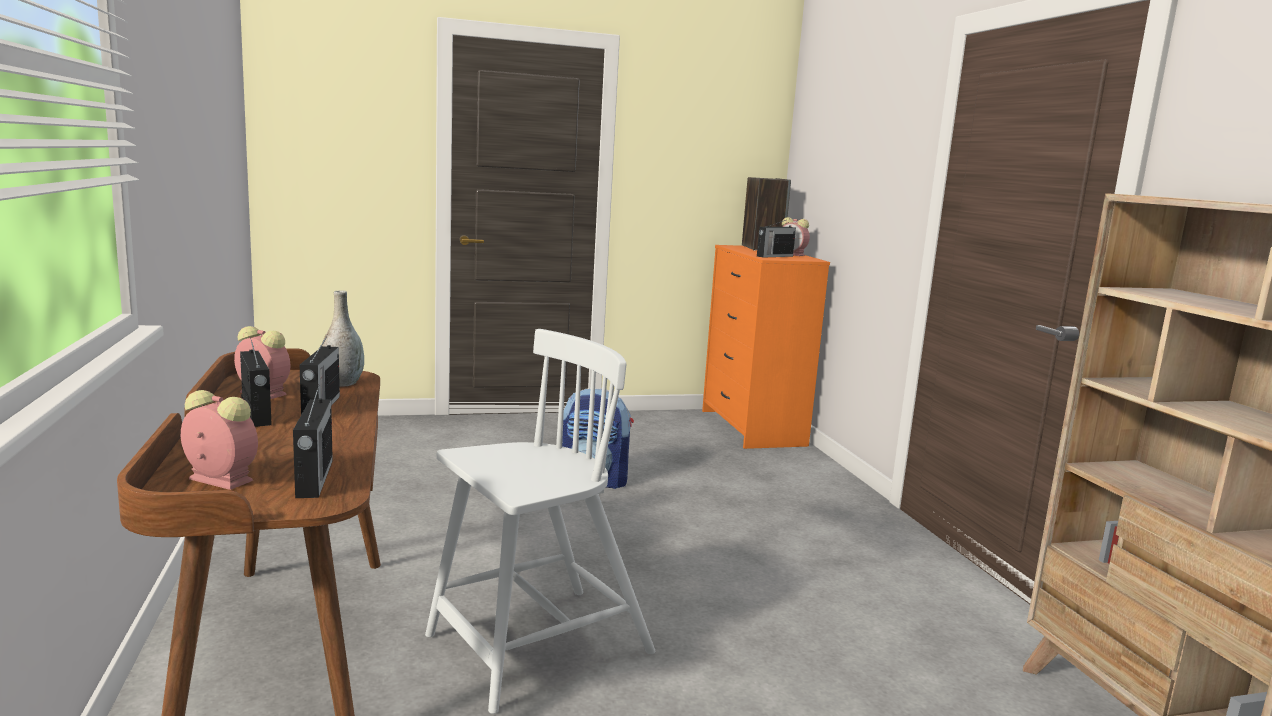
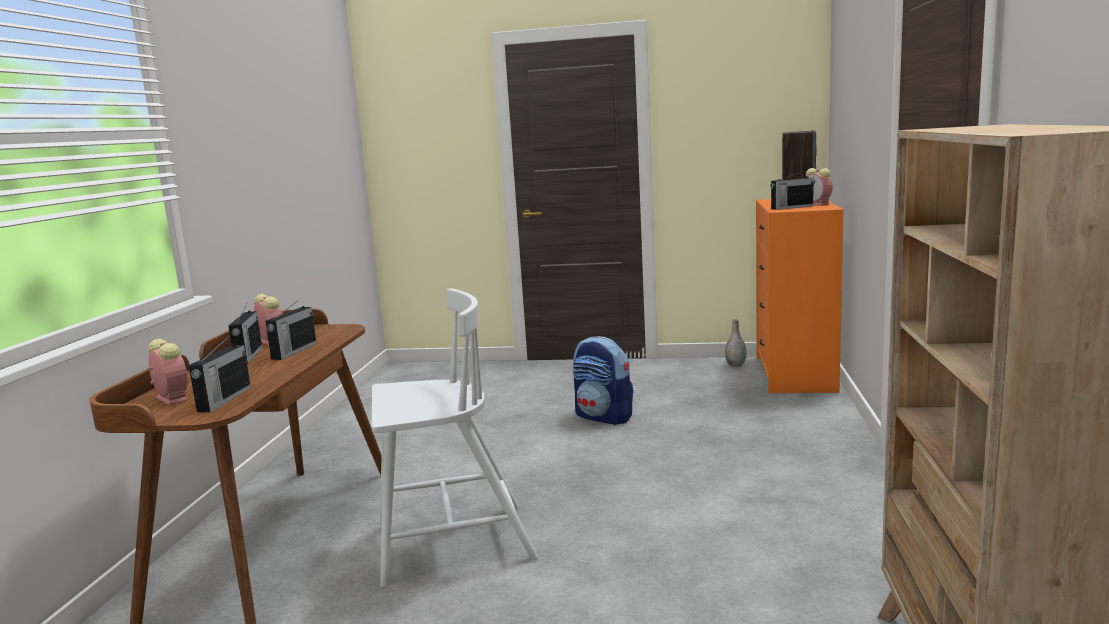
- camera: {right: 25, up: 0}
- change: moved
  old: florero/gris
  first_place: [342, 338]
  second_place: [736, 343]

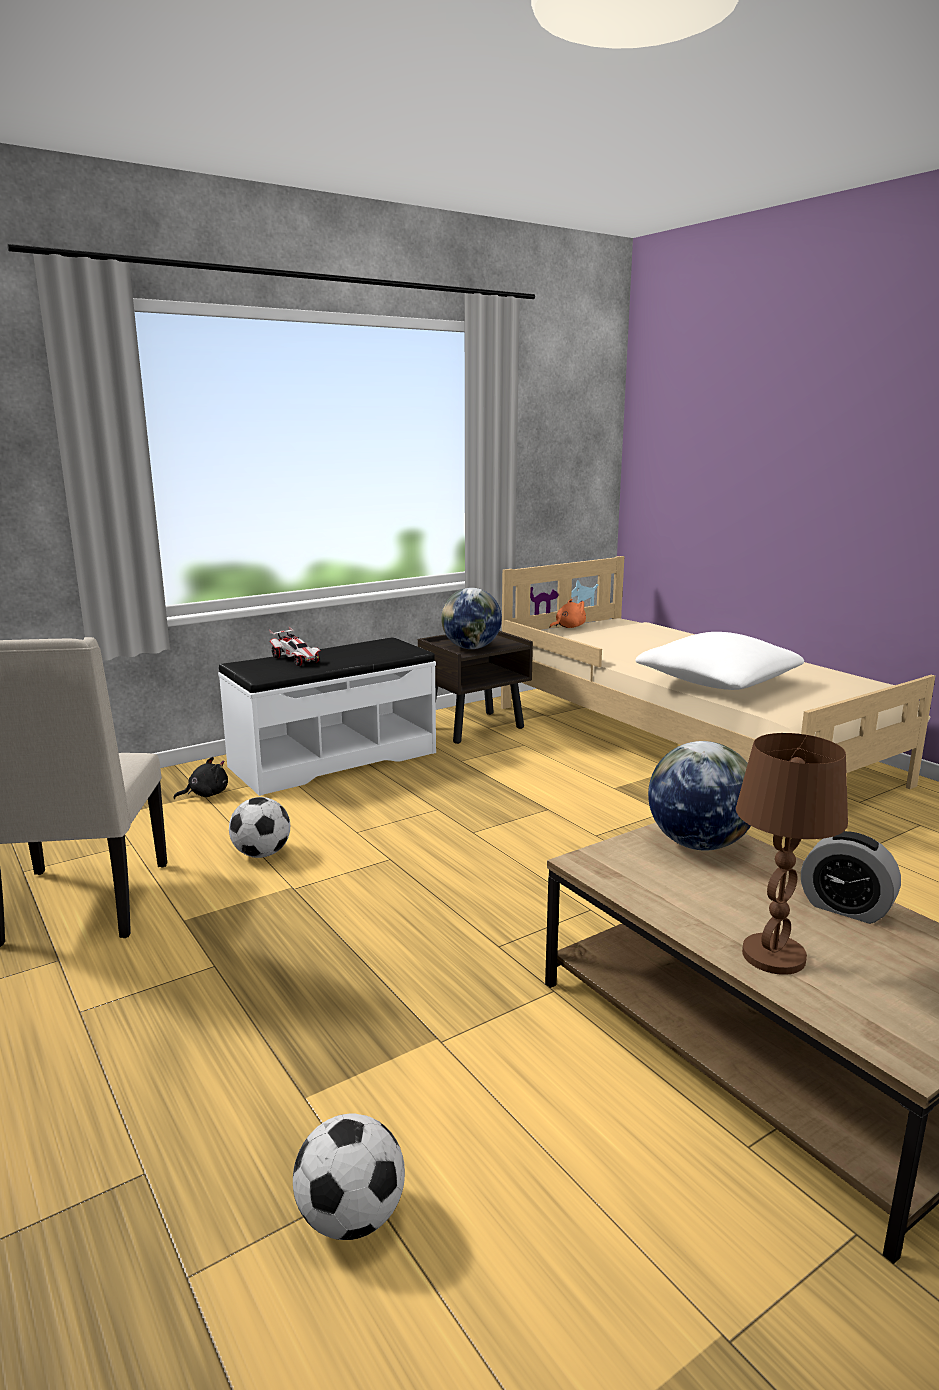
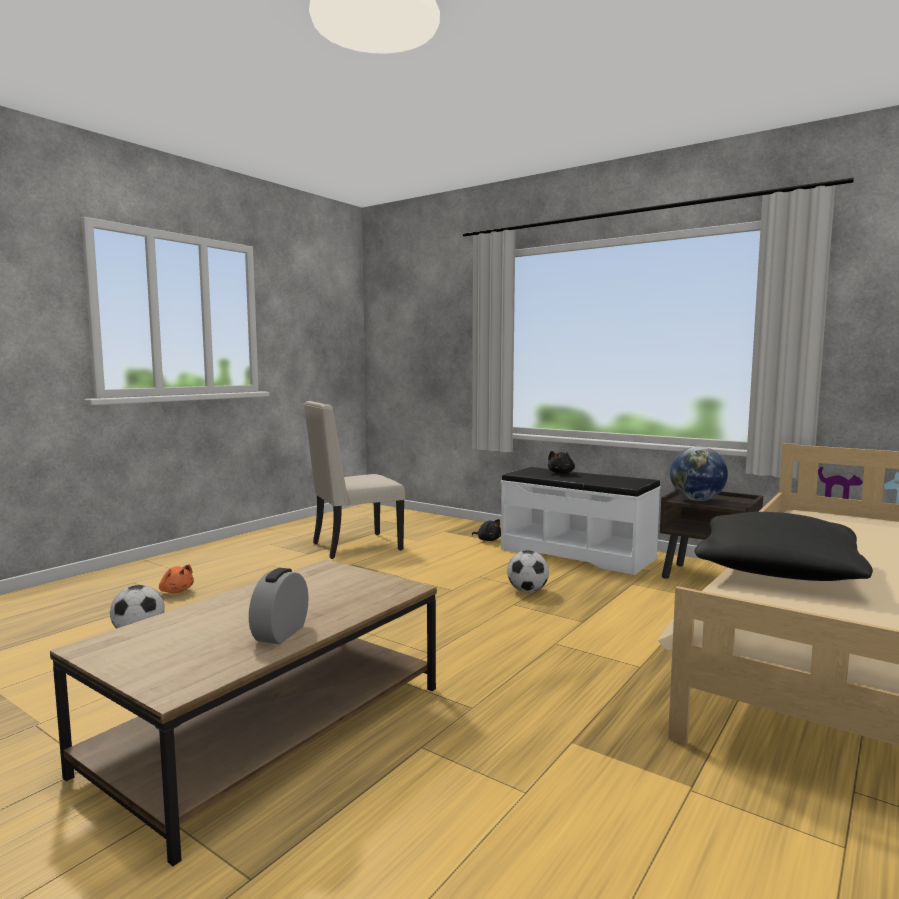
- camera: {right: 70, up: -10}
- change: moved
  old: balón de fútbol
  first_place: [259, 827]
  second_place: [528, 571]
- change: replaced
  old: coche de juguete
  new: peluche/negro
  first_place: [295, 646]
  second_place: [561, 462]
- change: moved
  old: peluche/naranja
  first_place: [567, 613]
  second_place: [176, 578]
- change: recoloured
  old: cojín/blanco
  new: cojín/negro
  first_place: [720, 661]
  second_place: [784, 546]
- change: removed
  old: globo terráqueo
  first_place: [699, 796]
- change: removed
  old: lámpara de mesa/marrón
  first_place: [792, 854]

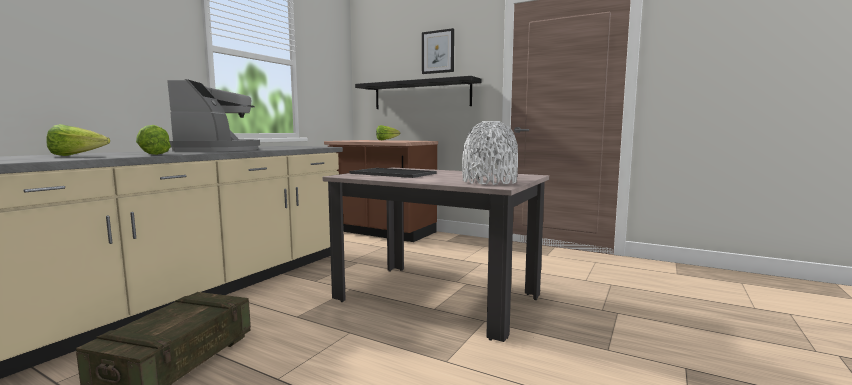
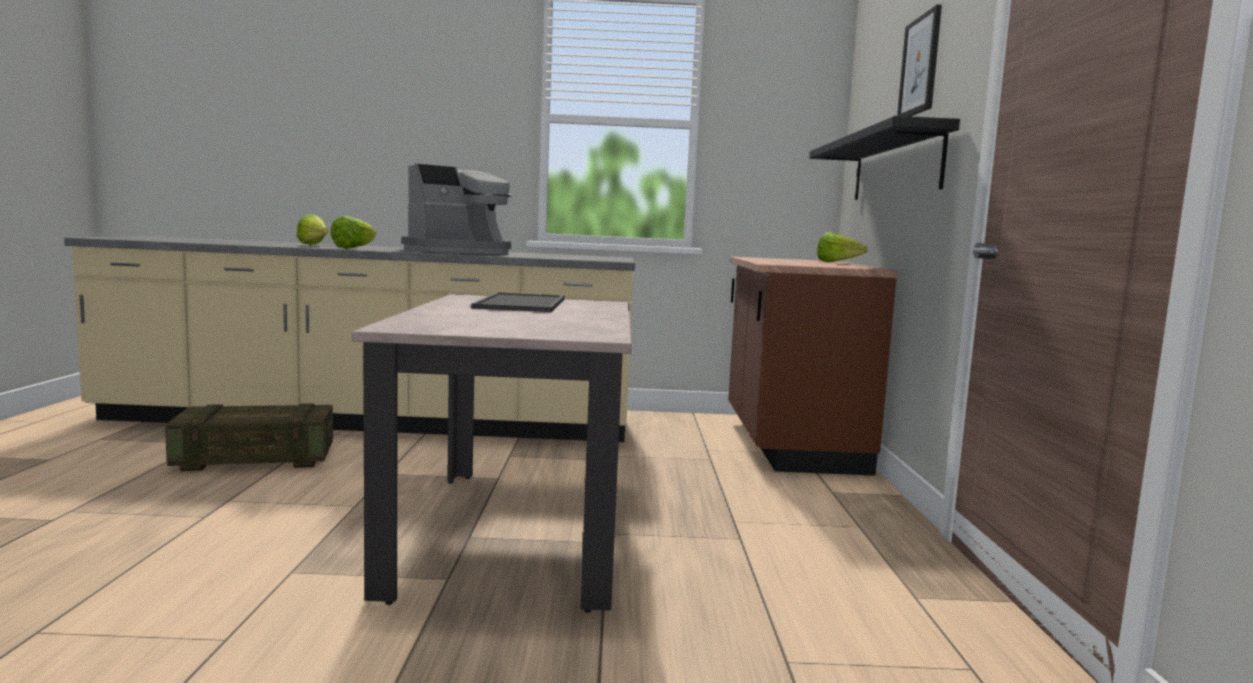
- camera: {right: 60, up: 0}
- change: removed
  old: florero/blanco
  first_place: [490, 153]

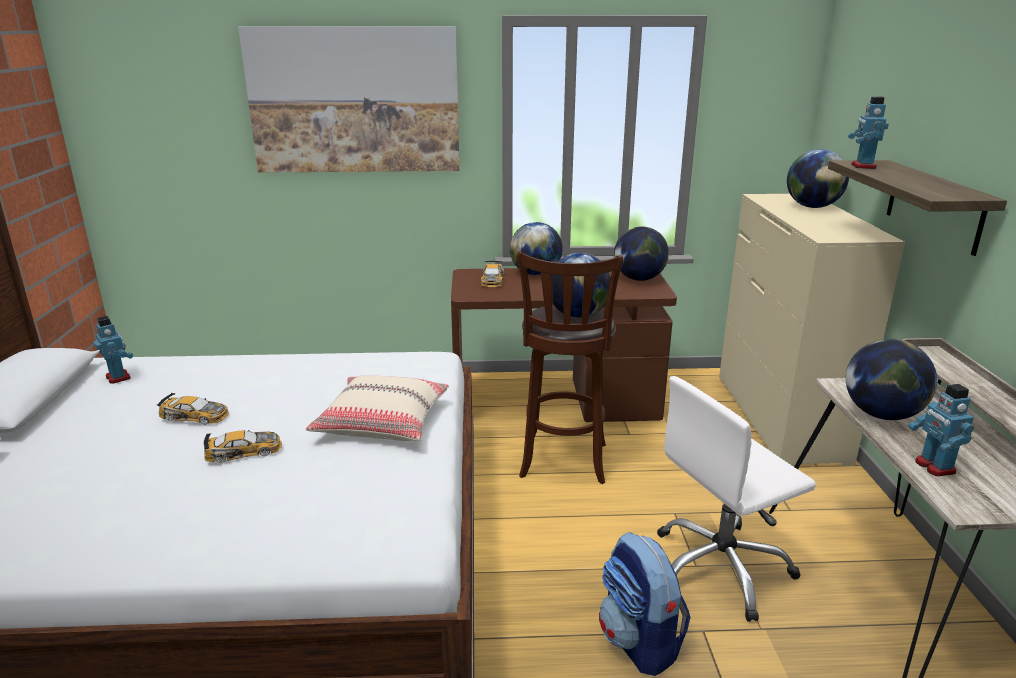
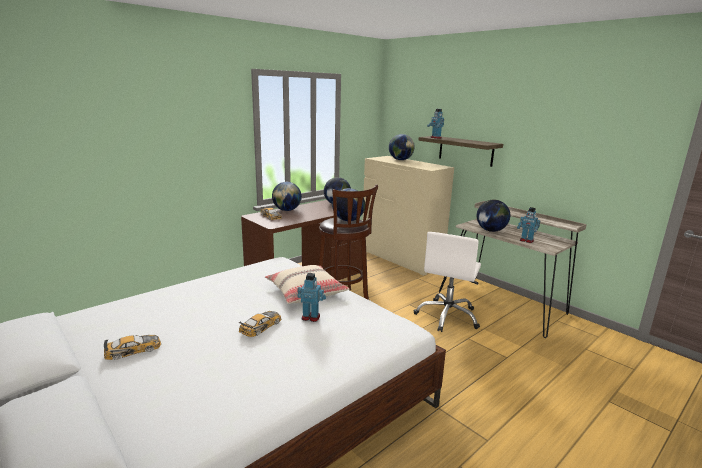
- camera: {right: -40, up: -5}
- change: moved
  old: robot de juguete
  first_place: [113, 350]
  second_place: [311, 297]
- change: moved
  old: coche de juguete
  first_place: [193, 409]
  second_place: [132, 347]
- change: removed
  old: cuadro
  first_place: [349, 99]
- change: removed
  old: mochila
  first_place: [645, 604]

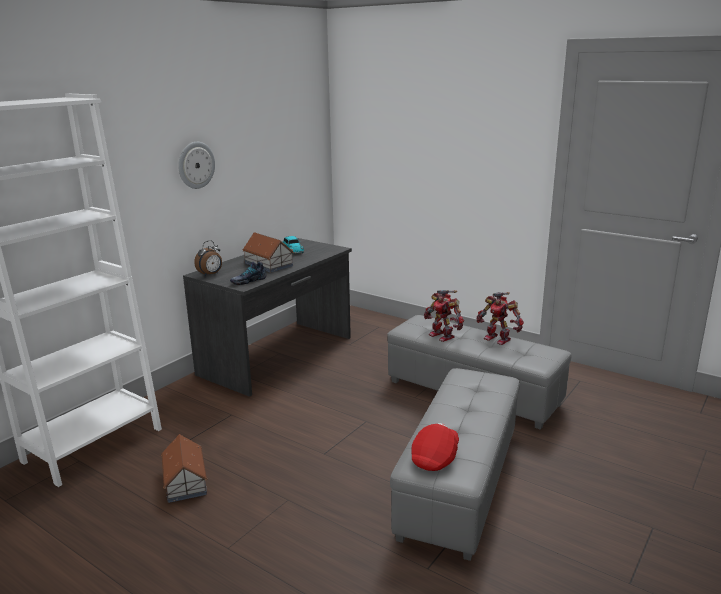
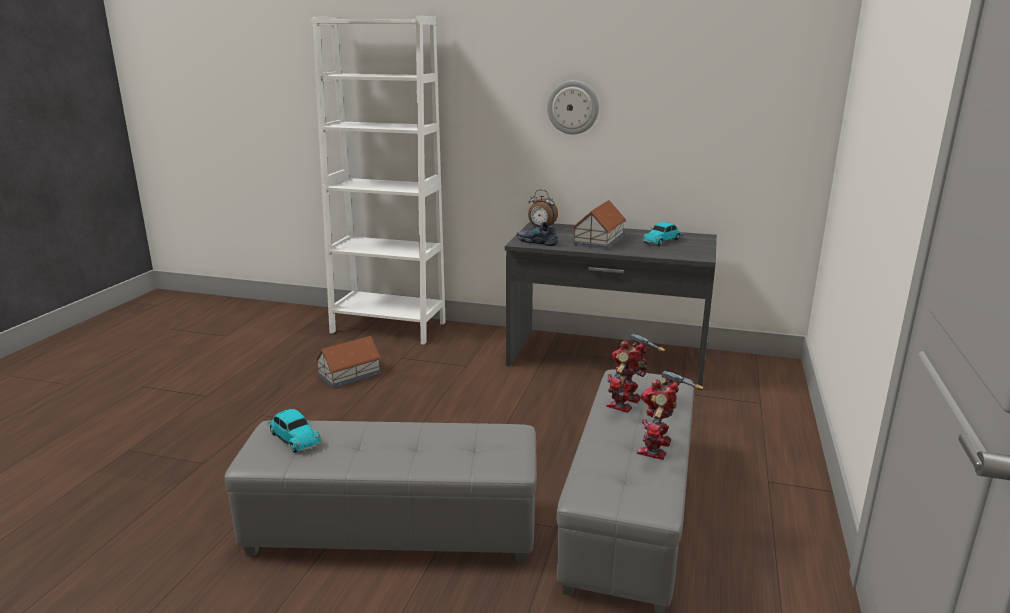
- camera: {right: 70, up: 0}
- change: replaced
  old: gorra/rojo
  new: coche de juguete
  first_place: [435, 447]
  second_place: [294, 431]

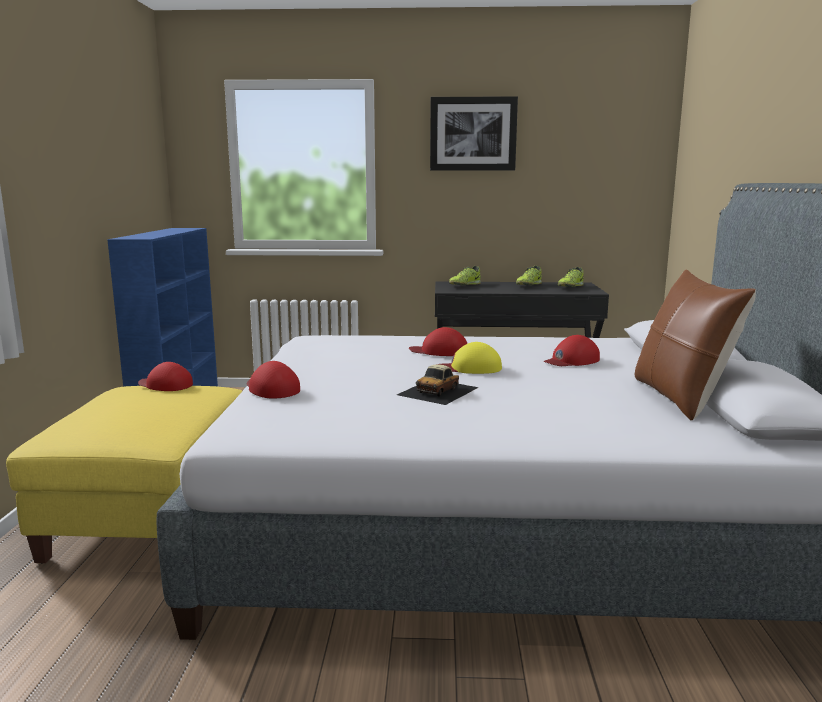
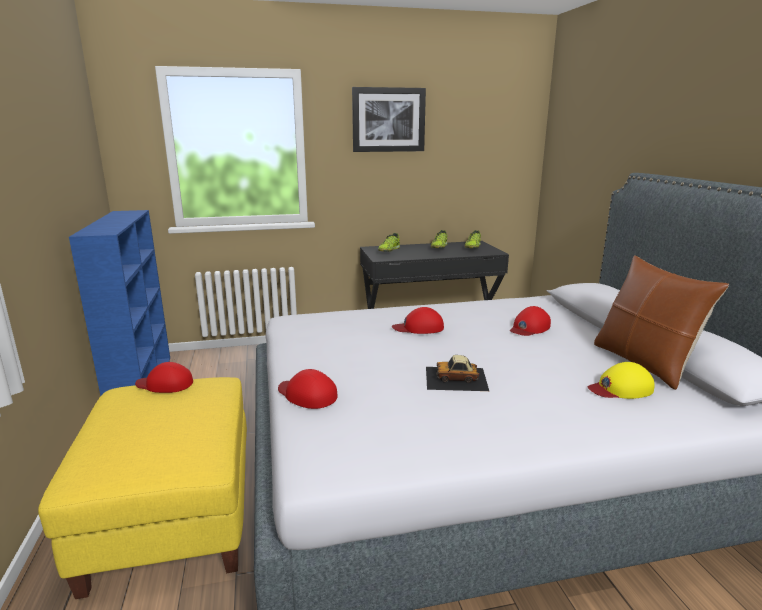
- camera: {right: -15, up: 5}
- change: turned
  old: coche de juguete
  first_place: [438, 384]
  second_place: [457, 373]
  degrees: 75
- change: moved
  old: gorra/amarillo
  first_place: [470, 358]
  second_place: [621, 380]

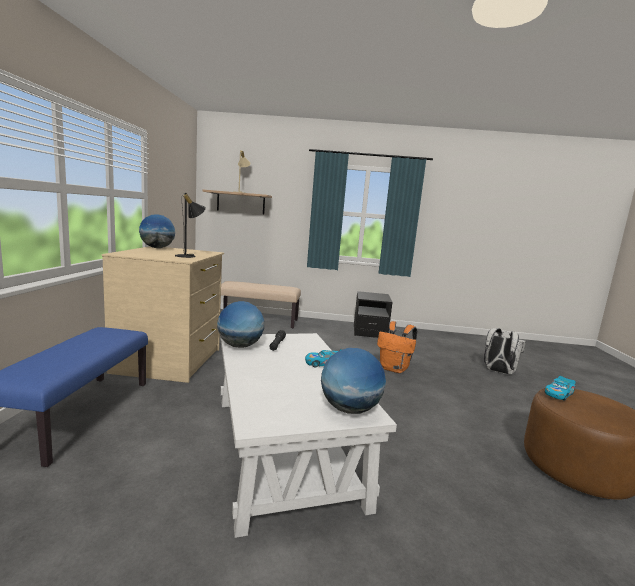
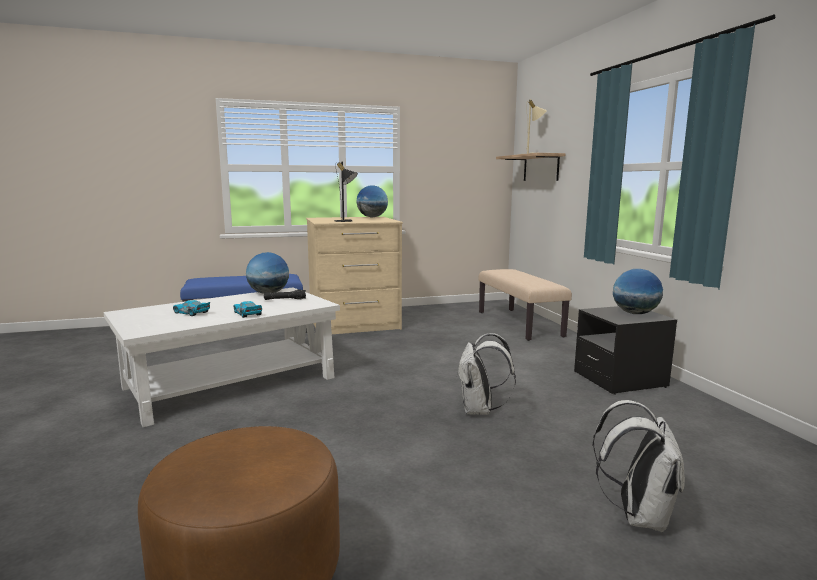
- camera: {right: 70, up: 0}
- change: moved
  old: globo terráqueo
  first_place: [353, 381]
  second_place: [638, 291]
- change: recoloured
  old: mochila/naranja
  new: mochila/blanco
  first_place: [397, 347]
  second_place: [486, 374]
- change: moved
  old: coche de juguete
  first_place: [560, 388]
  second_place: [191, 308]

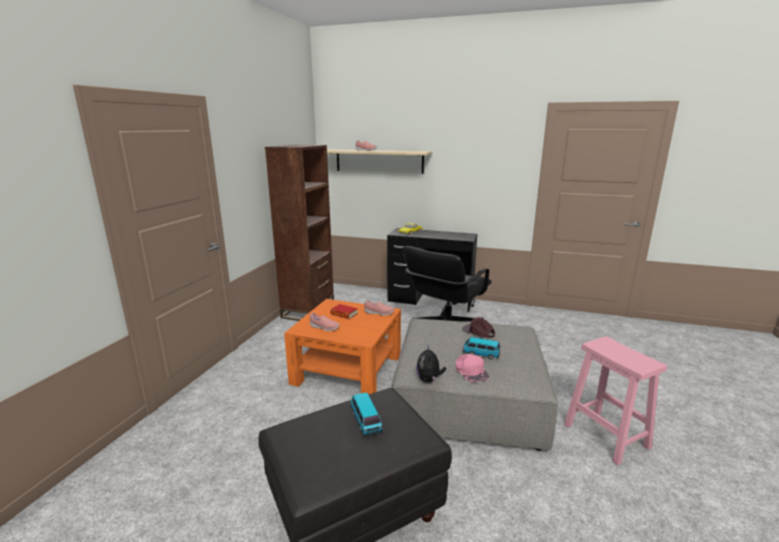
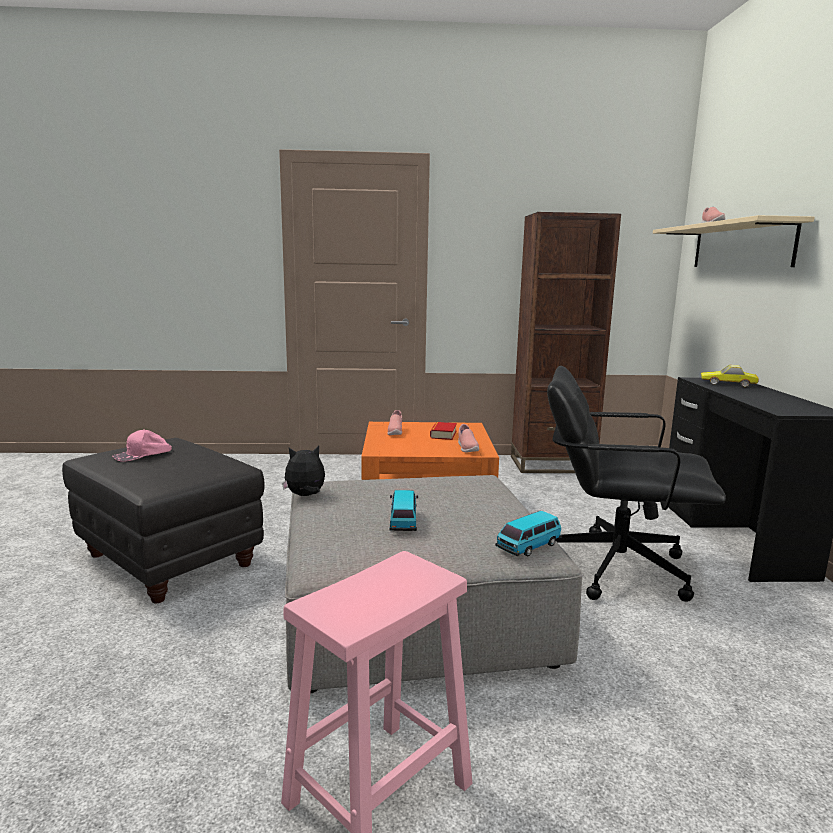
- camera: {right: 70, up: -5}
- change: moved
  old: coche de juguete
  first_place: [366, 415]
  second_place: [528, 533]
- change: moved
  old: gorra/rosa
  first_place: [472, 368]
  second_place: [142, 446]
- change: removed
  old: gorra/marrón
  first_place: [478, 327]

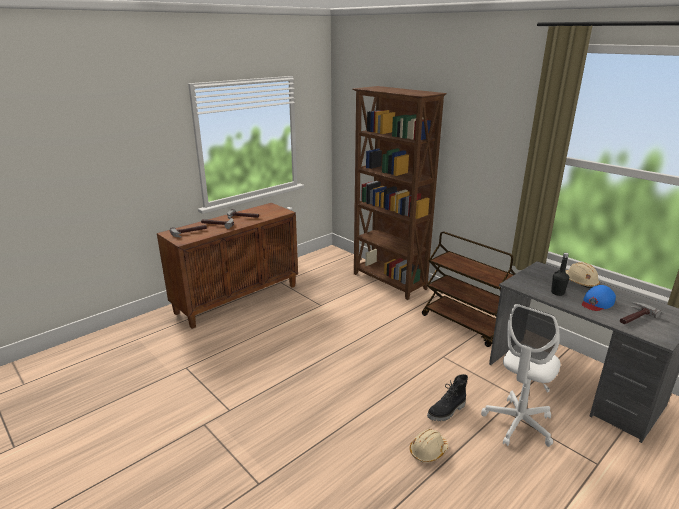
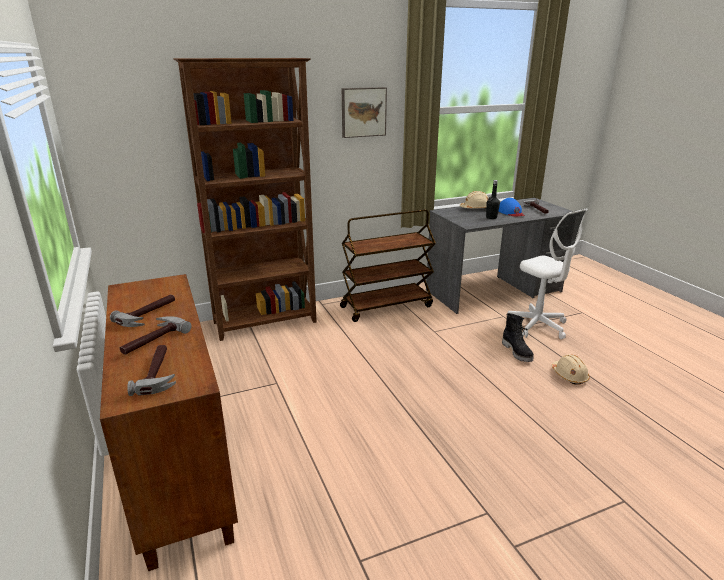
- camera: {right: -70, up: 0}
- change: added
  new: cuadro
  second_place: [364, 112]

